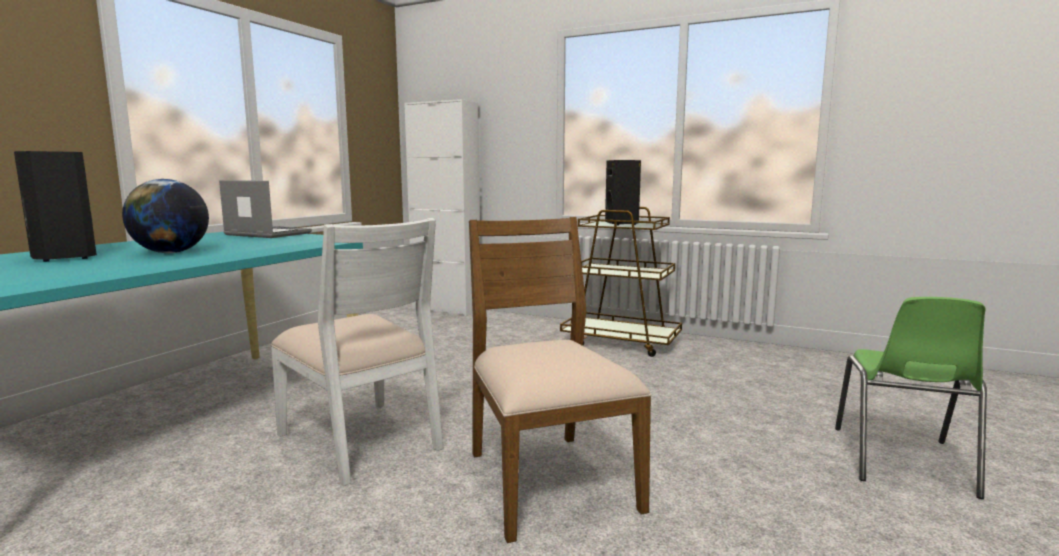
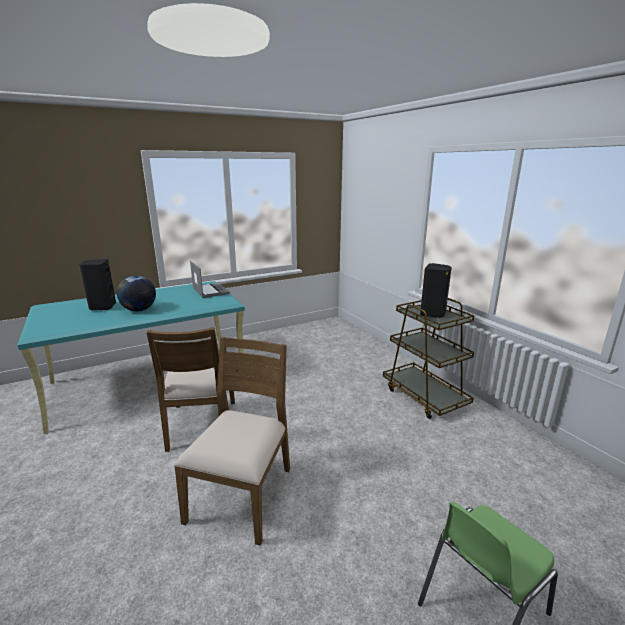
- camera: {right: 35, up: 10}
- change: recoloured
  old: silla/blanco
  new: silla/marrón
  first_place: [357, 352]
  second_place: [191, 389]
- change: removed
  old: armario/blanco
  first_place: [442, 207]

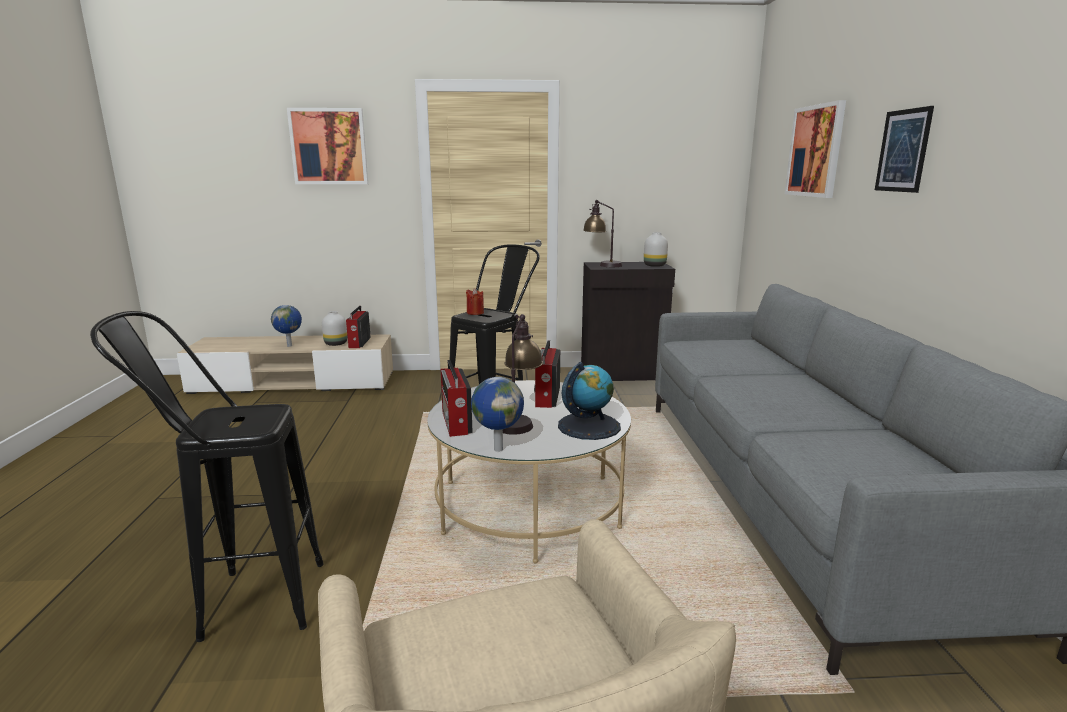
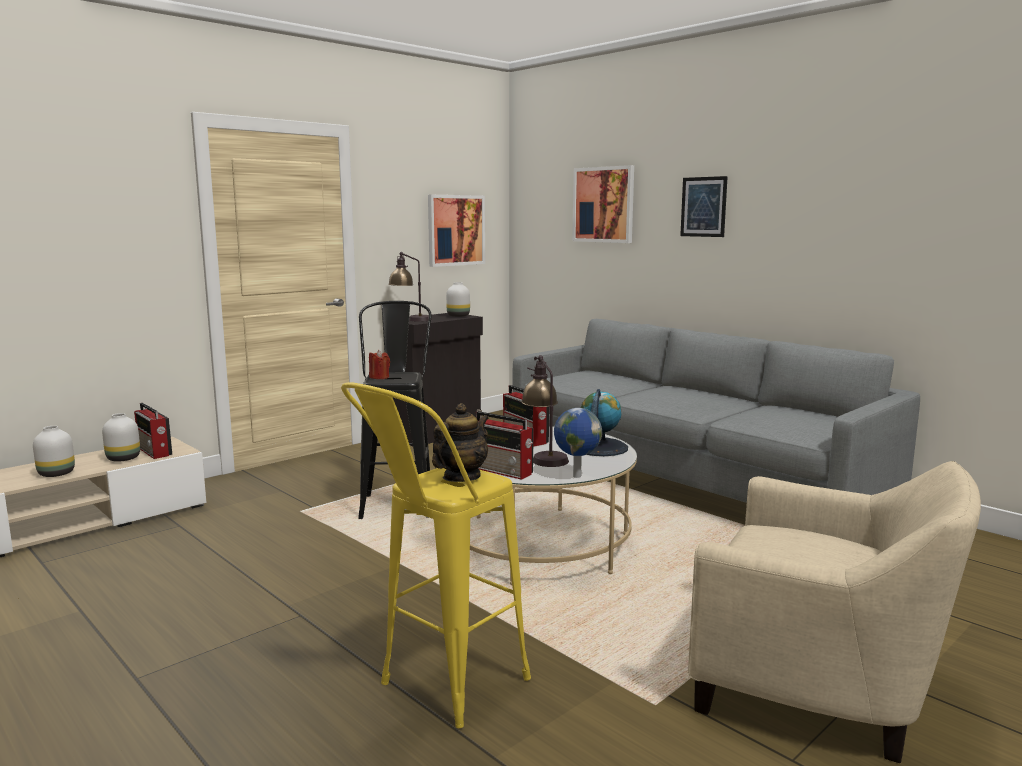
- camera: {right: -40, up: -5}
- change: recoloured
  old: taburete/negro
  new: taburete/amarillo
  first_place: [207, 476]
  second_place: [436, 555]
- change: replaced
  old: globo terráqueo
  new: florero/blanco
  first_place: [286, 326]
  second_place: [54, 451]
- change: moved
  old: cuadro
  first_place: [327, 146]
  second_place: [456, 231]
- change: added
  new: tetera
  second_place: [460, 442]

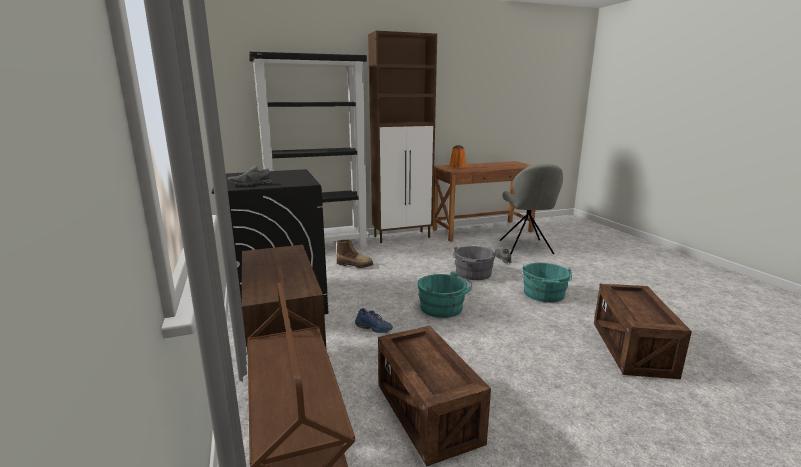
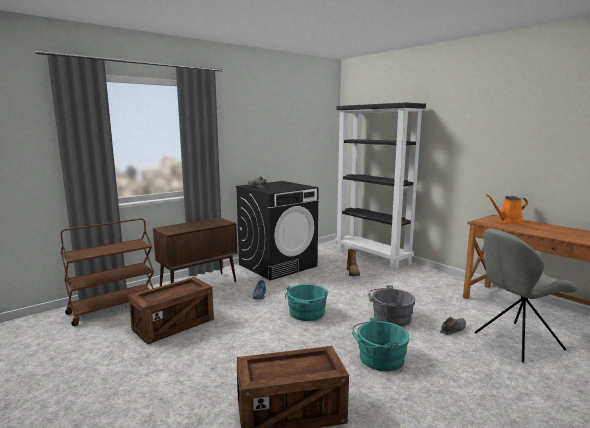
- camera: {right: 70, up: -5}
- change: removed
  old: armario/marrón
  first_place: [402, 137]

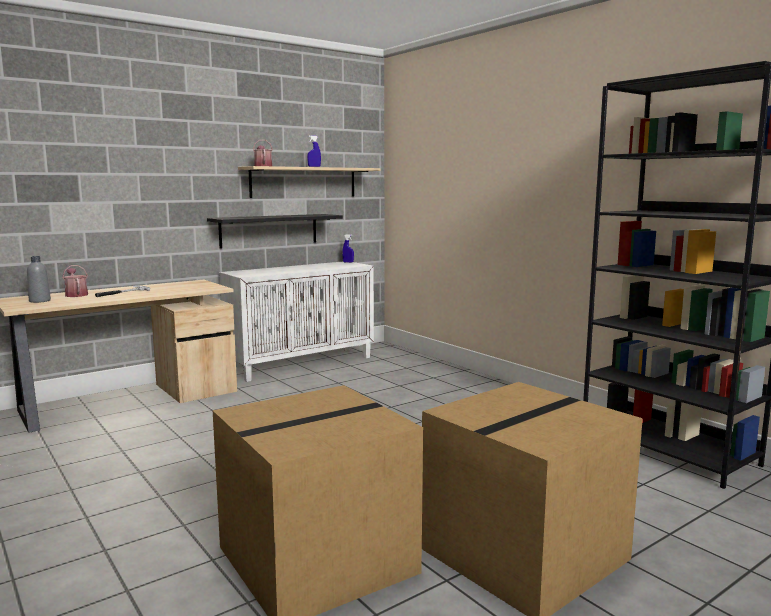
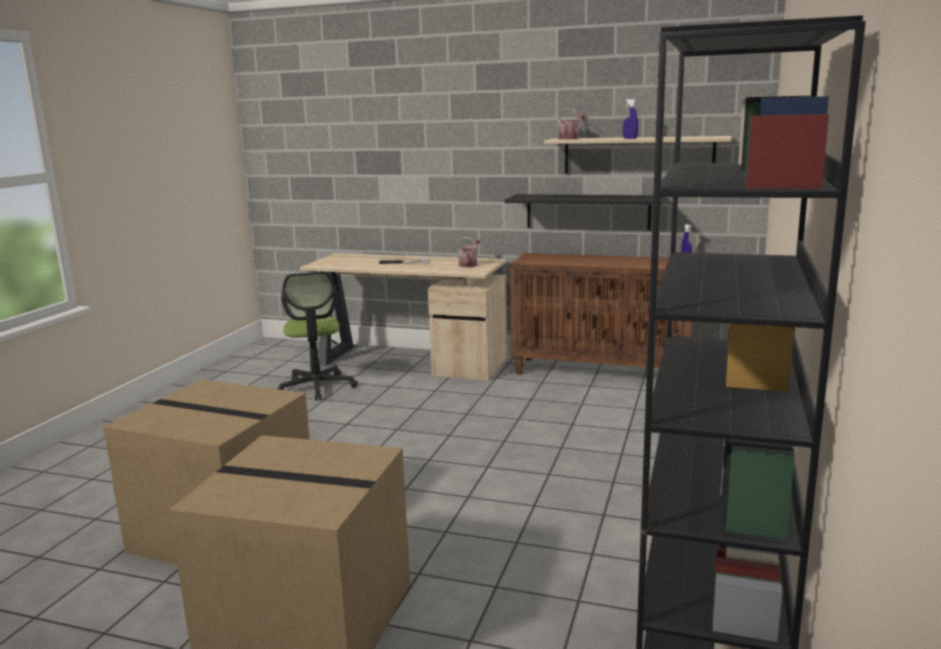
- camera: {right: 55, up: 5}
- change: removed
  old: botella/gris
  first_place: [39, 279]
- change: moved
  old: regadera
  first_place: [75, 281]
  second_place: [469, 252]
- change: recoloured
  old: armario/blanco
  new: armario/marrón
  first_place: [296, 322]
  second_place: [601, 314]
- change: added
  new: silla de oficina
  second_place: [317, 336]

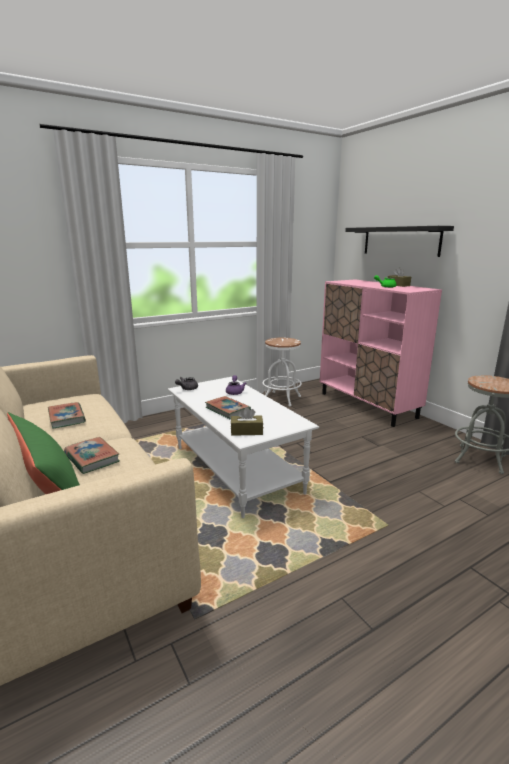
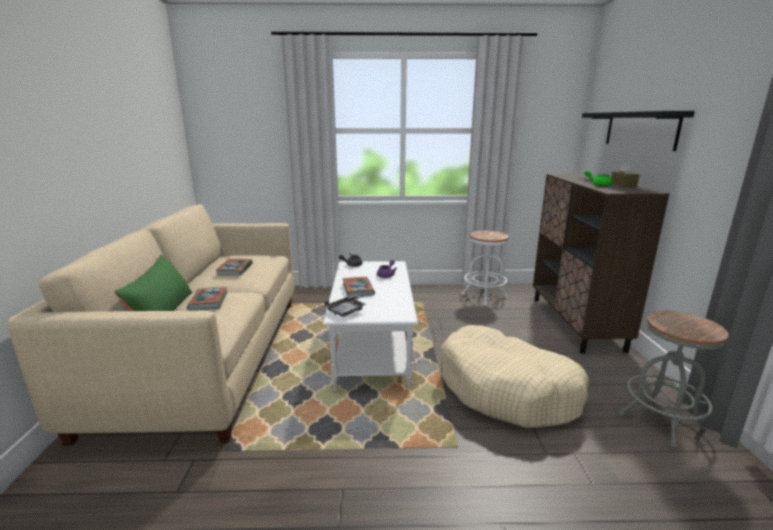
- camera: {right: 30, up: 0}
- change: replaced
  old: caja de pañuelos/marrón
  new: bandeja/gris
  first_place: [247, 421]
  second_place: [345, 306]
- change: recoloured
  old: armario/rosa
  new: armario/marrón
  first_place: [381, 353]
  second_place: [601, 264]
- change: added
  new: cama para perro/beis
  second_place: [515, 376]

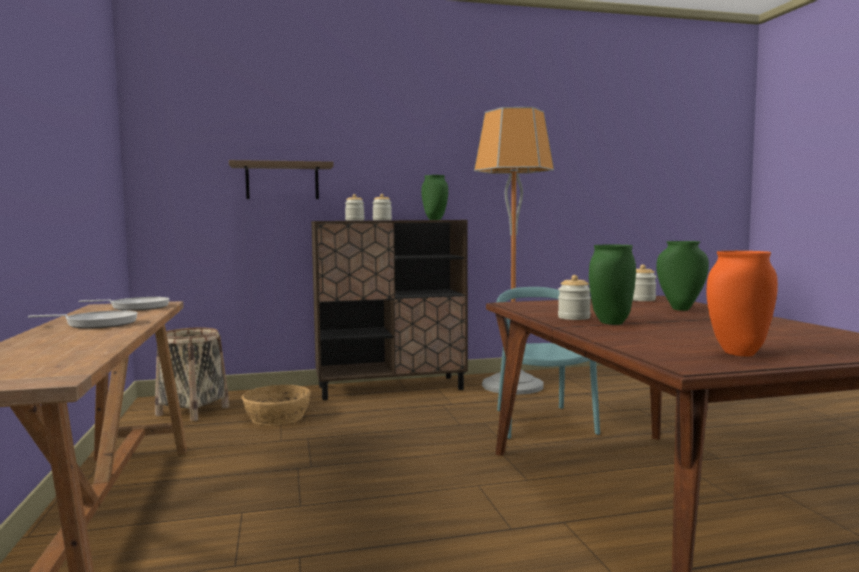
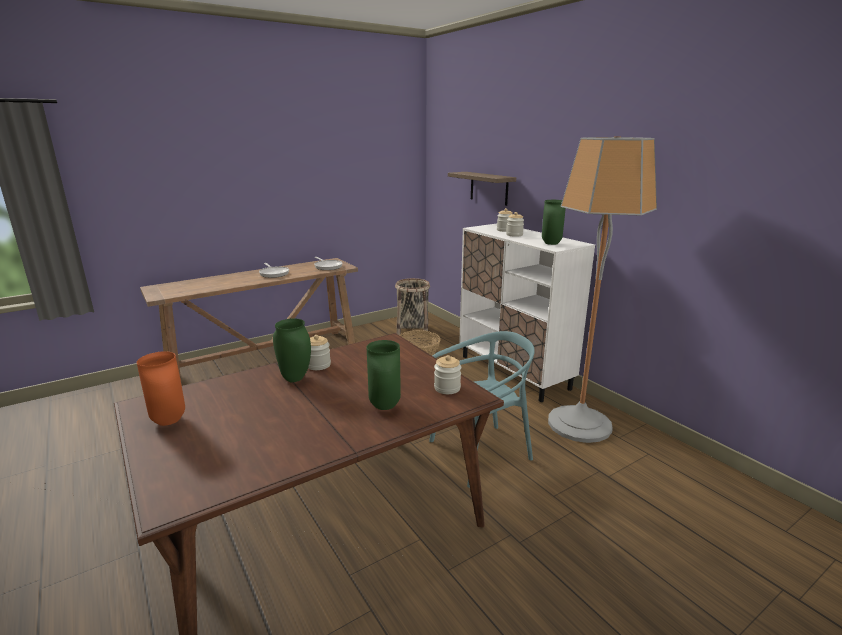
- camera: {right: 70, up: 15}
- change: recoloured
  old: armario/marrón
  new: armario/blanco
  first_place: [389, 310]
  second_place: [527, 313]

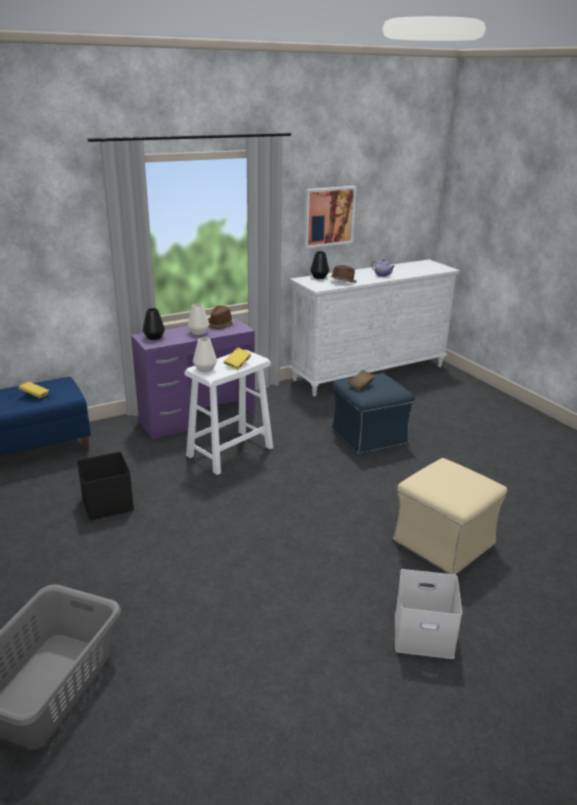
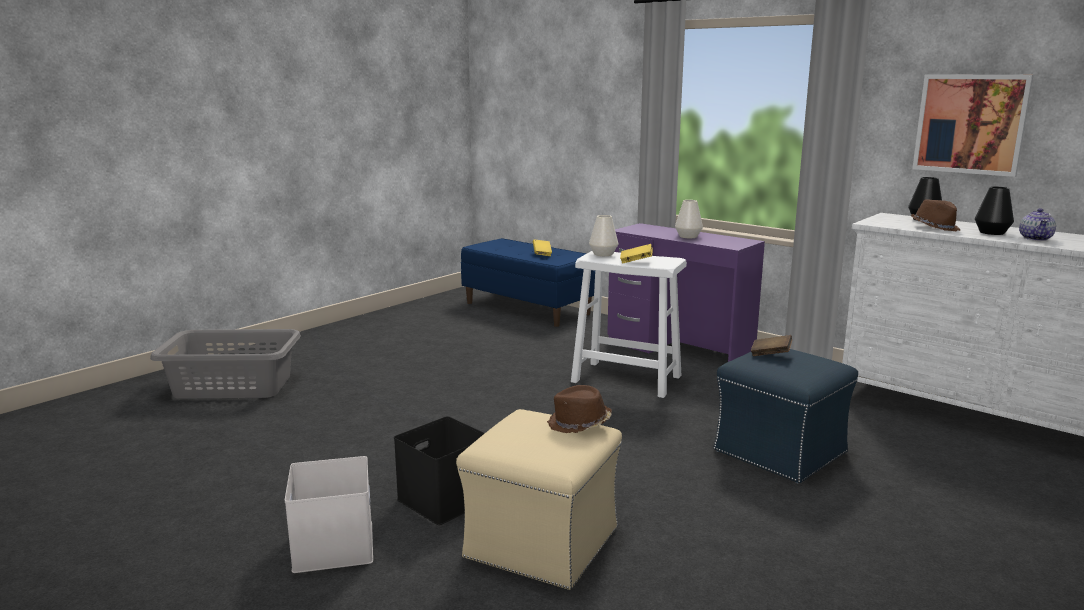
- camera: {right: 70, up: -10}
- change: moved
  old: caja de almacenaje/negro
  first_place: [105, 486]
  second_place: [439, 470]
- change: moved
  old: florero/negro
  first_place: [154, 324]
  second_place: [994, 210]
- change: moved
  old: sombrero/marrón
  first_place: [221, 317]
  second_place: [579, 409]

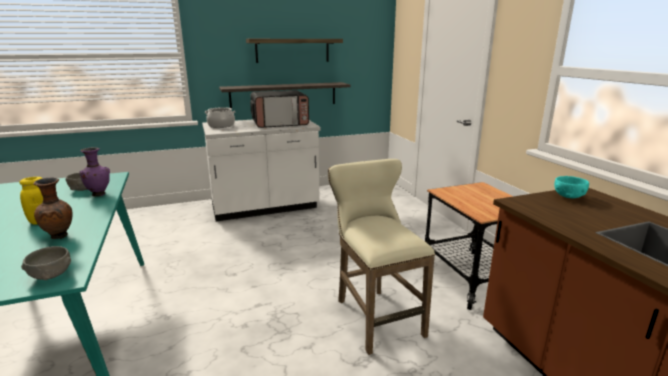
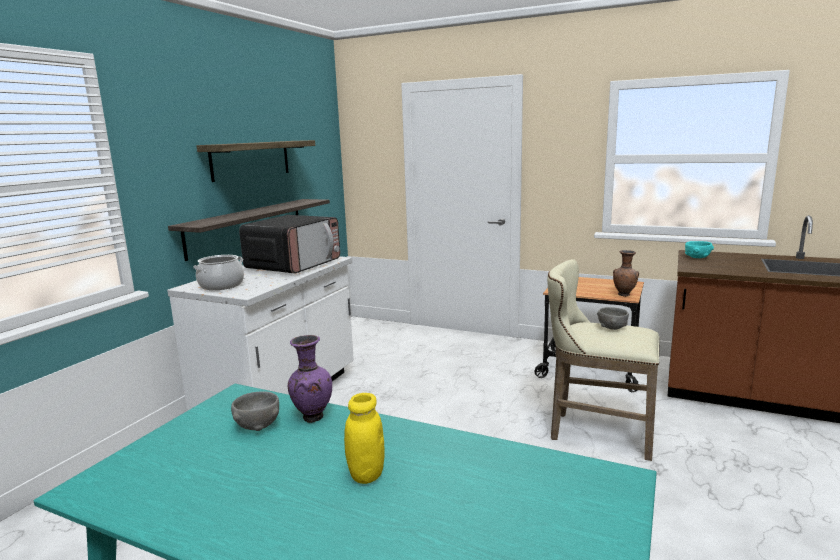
- camera: {right: -45, up: -5}
- change: moved
  old: cuenco/gris
  first_place: [46, 263]
  second_place: [613, 318]
- change: moved
  old: florero/marrón
  first_place: [53, 208]
  second_place: [626, 273]

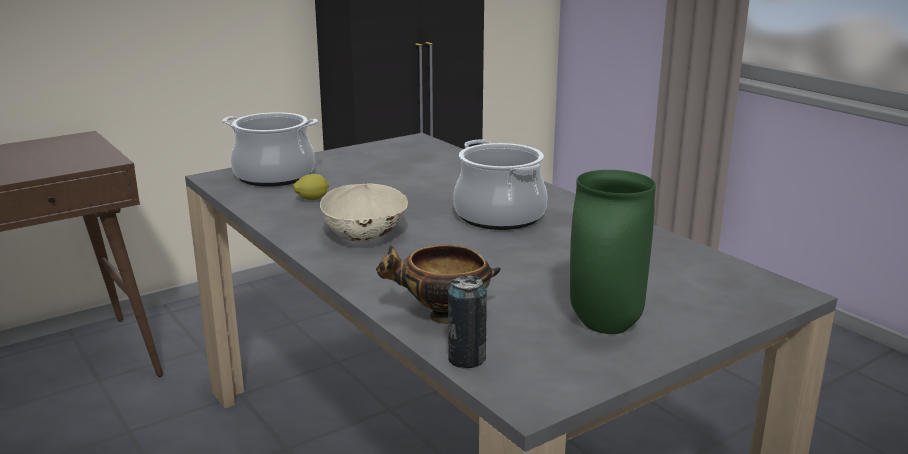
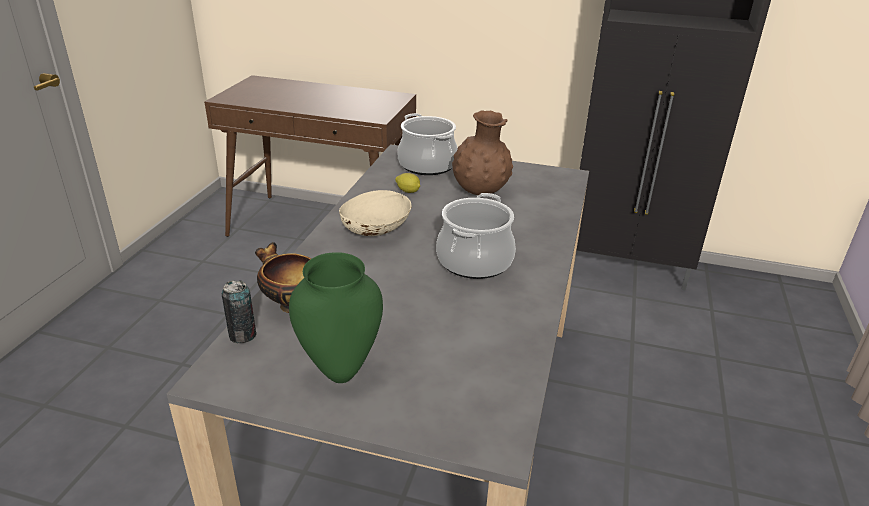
- camera: {right: 50, up: 10}
- change: added
  new: florero/marrón
  second_place: [482, 153]

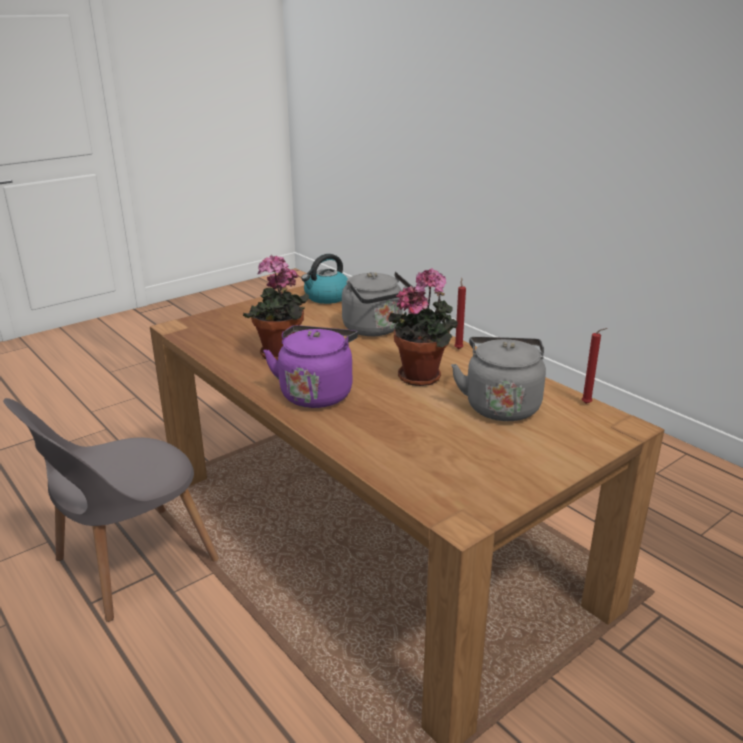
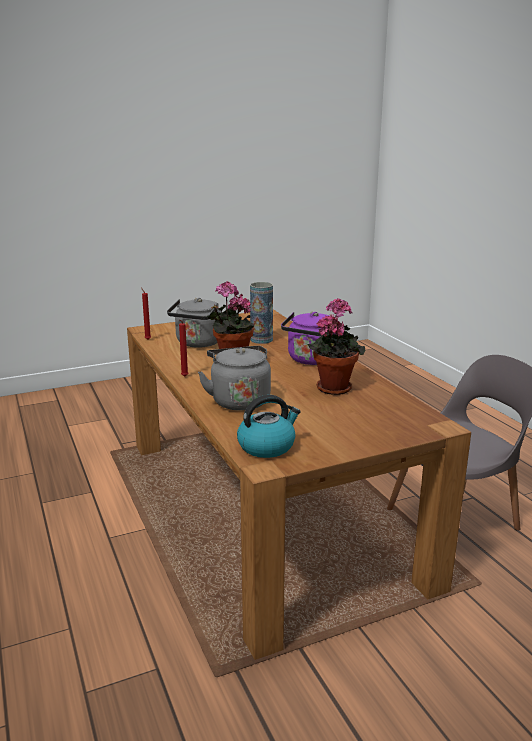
- camera: {right: -165, up: -5}
- change: added
  new: florero
  second_place: [261, 313]

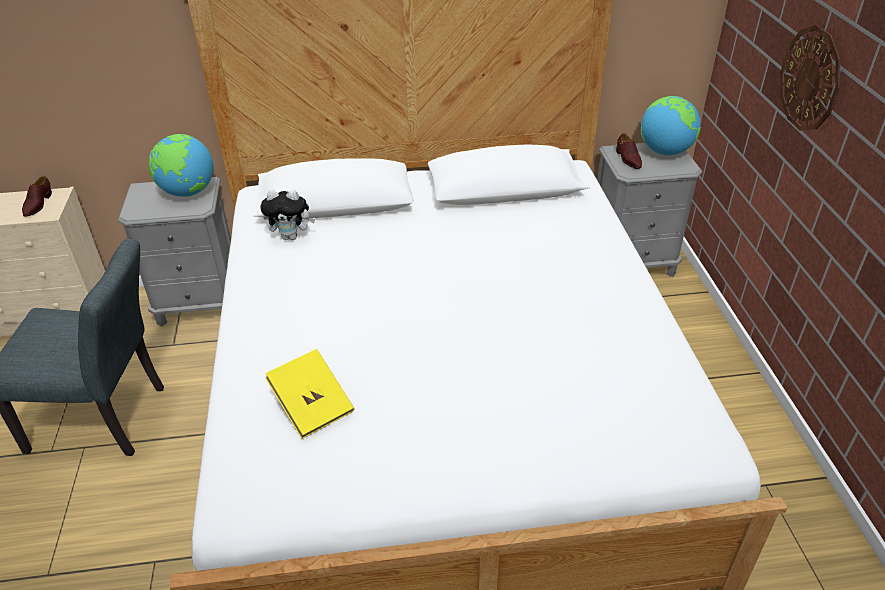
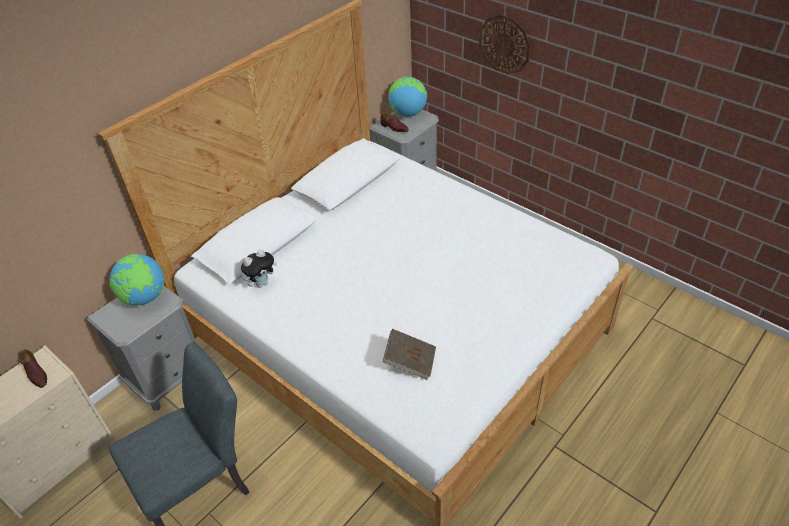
- camera: {right: -40, up: 5}
- change: recoloured
  old: libro/amarillo
  new: libro/marrón
  first_place: [310, 394]
  second_place: [409, 354]

